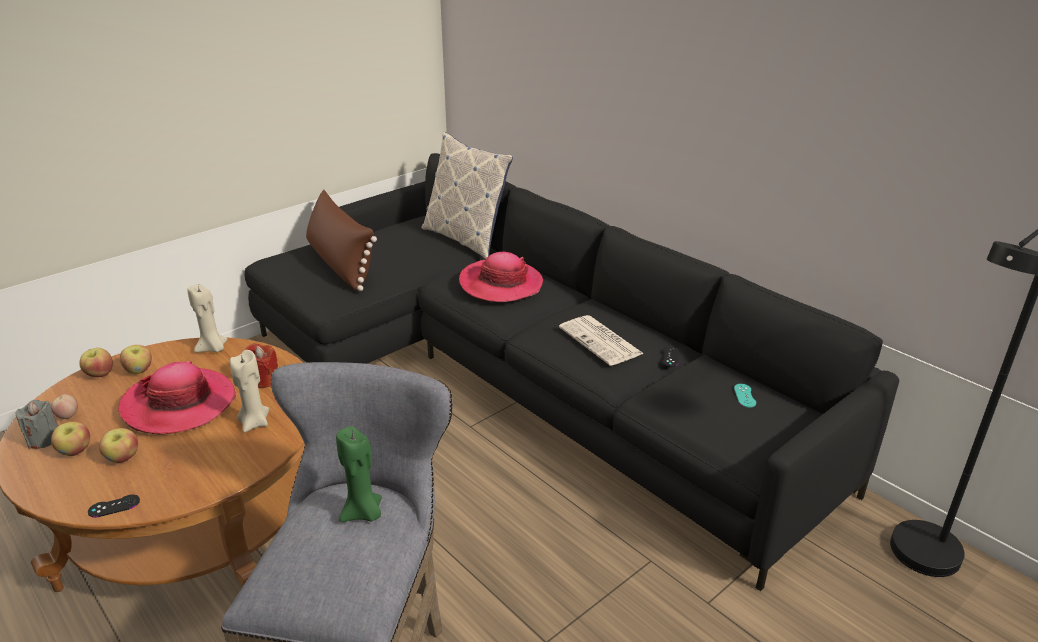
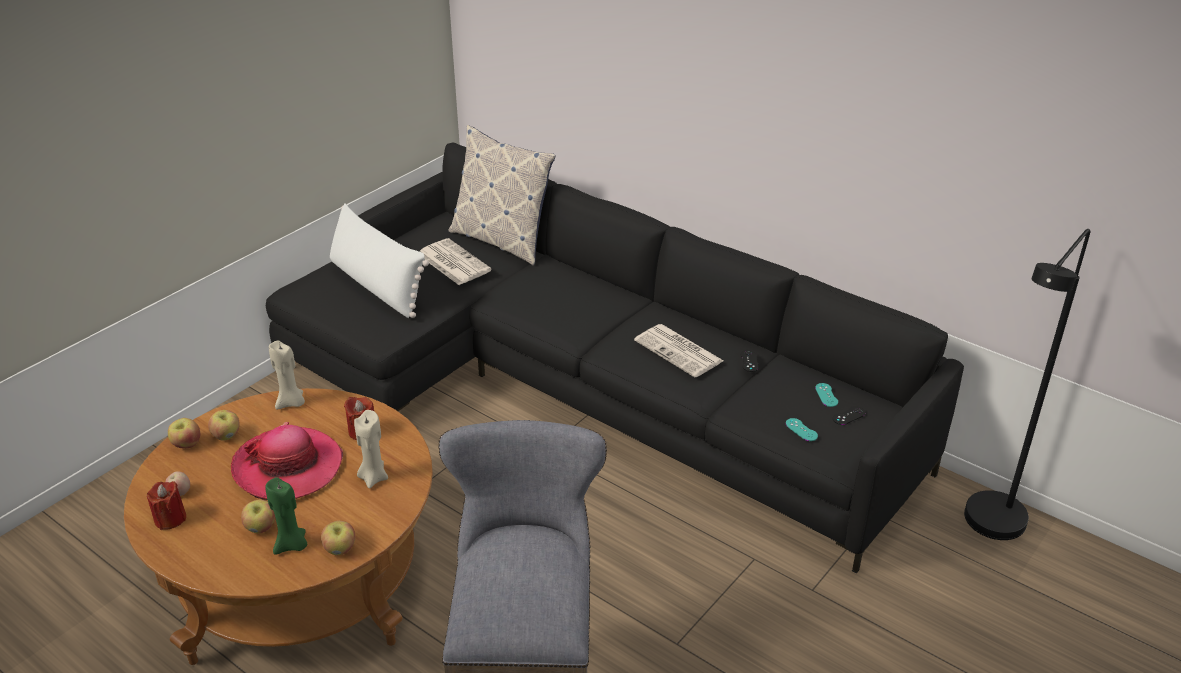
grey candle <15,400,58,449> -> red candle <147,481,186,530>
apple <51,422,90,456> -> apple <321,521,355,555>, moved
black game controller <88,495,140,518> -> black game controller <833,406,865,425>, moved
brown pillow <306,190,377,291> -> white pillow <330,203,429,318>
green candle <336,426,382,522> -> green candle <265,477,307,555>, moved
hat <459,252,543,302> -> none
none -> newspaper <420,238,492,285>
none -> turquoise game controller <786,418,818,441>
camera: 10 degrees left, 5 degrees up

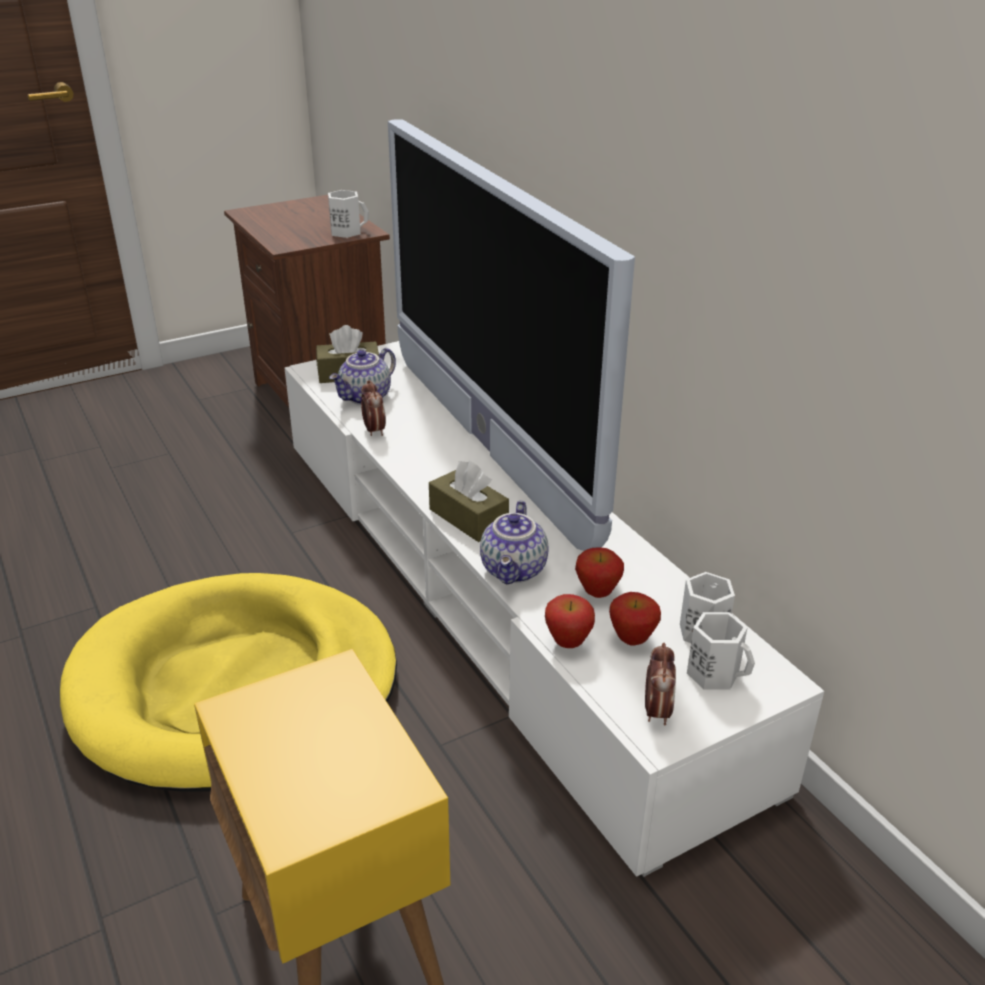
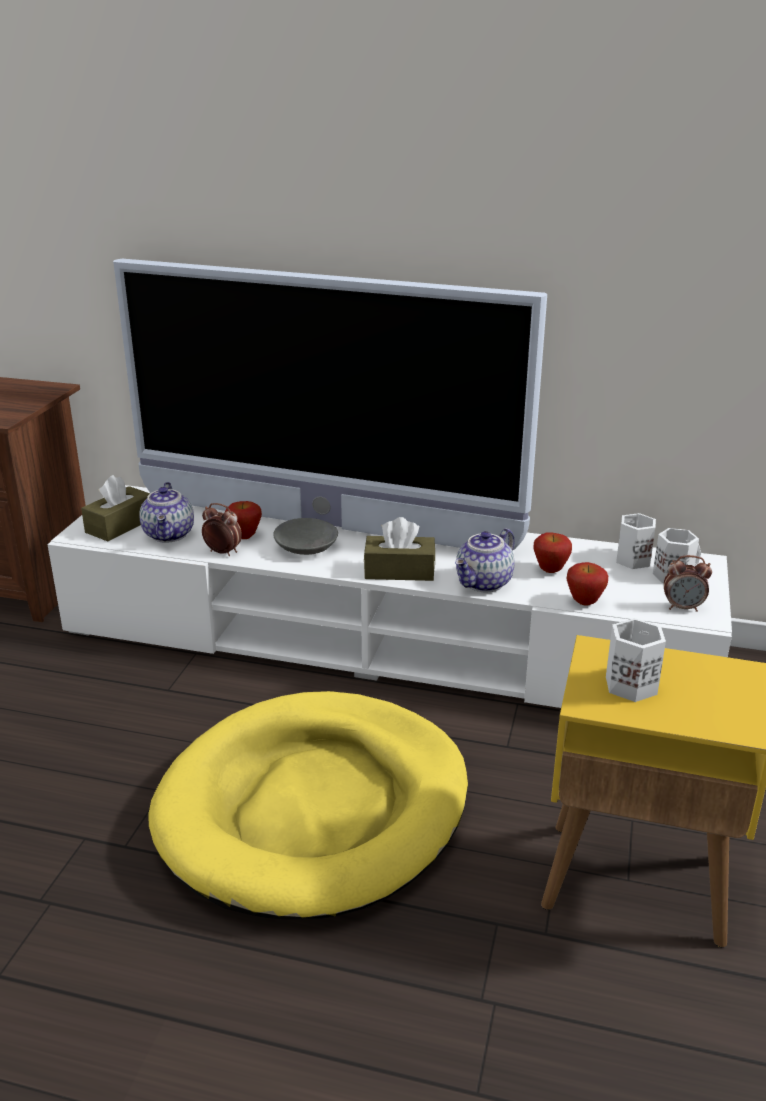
white mug <328,190,369,238> -> white mug <606,618,666,702>, moved
teapot <480,500,548,584> -> teapot <455,528,515,592>, 75 degrees clockwise
apple <609,592,661,646> -> apple <225,501,262,539>, moved
alarm clock <645,643,676,725> -> alarm clock <664,555,712,612>, 135 degrees clockwise
none -> grey bowl <273,518,338,555>
camera: 45 degrees left, 5 degrees down

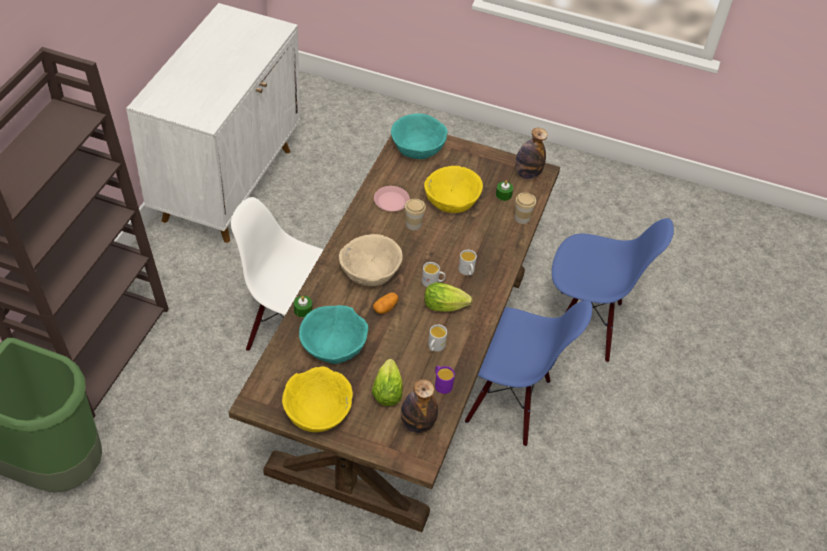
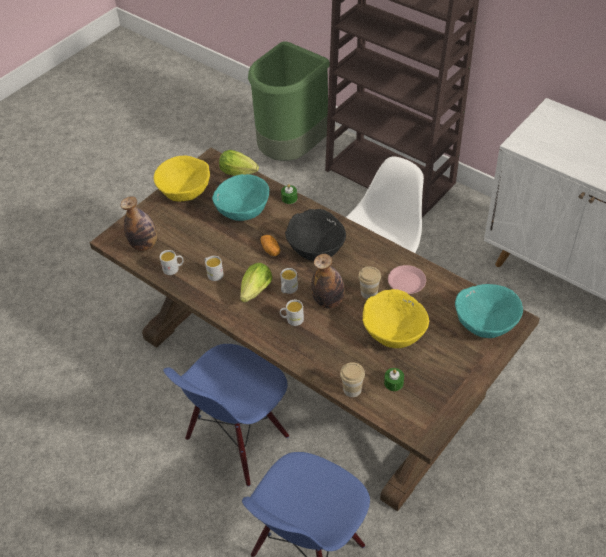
beige bowl <339,234,403,286> -> black bowl <285,209,346,261>
lettuce <372,359,403,406> -> lettuce <219,150,259,176>, moved
purple mug <435,366,455,394> -> white mug <160,250,183,275>
bottle <515,128,548,179> -> bottle <311,254,345,309>, moved
camera: 115 degrees right, 0 degrees up

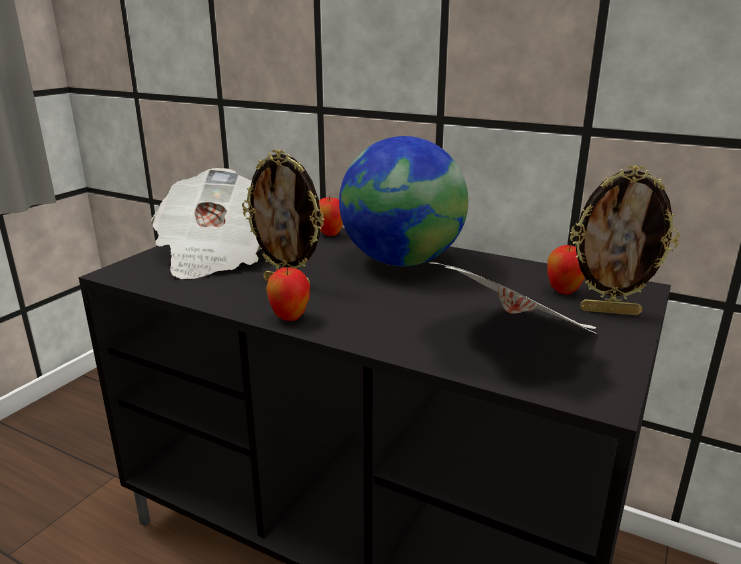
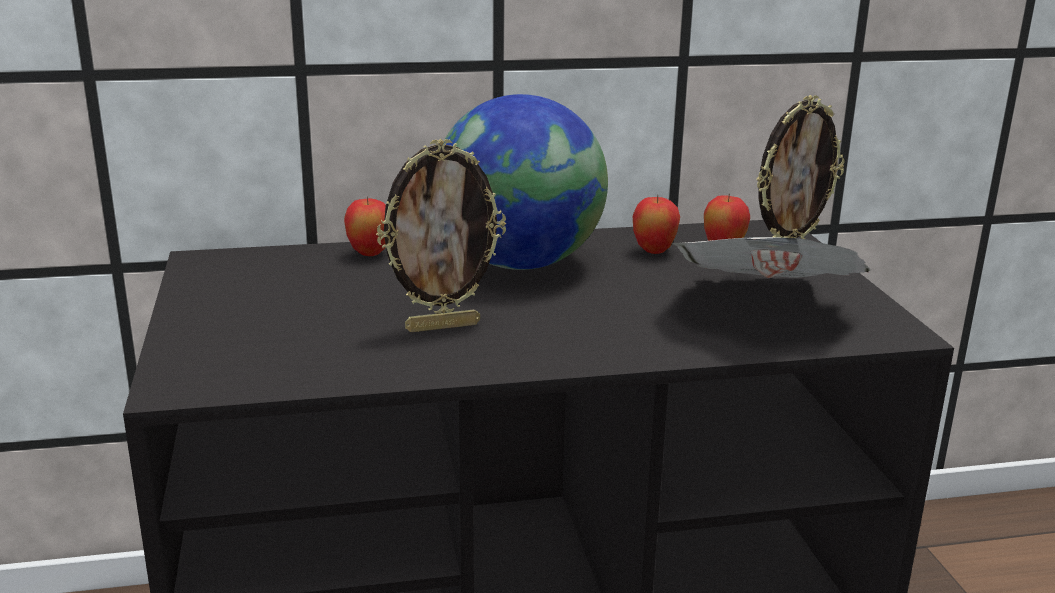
newspaper <151,168,262,279> -> none
apple <266,267,310,321> -> apple <633,195,680,254>, moved
camera: 40 degrees left, 0 degrees up

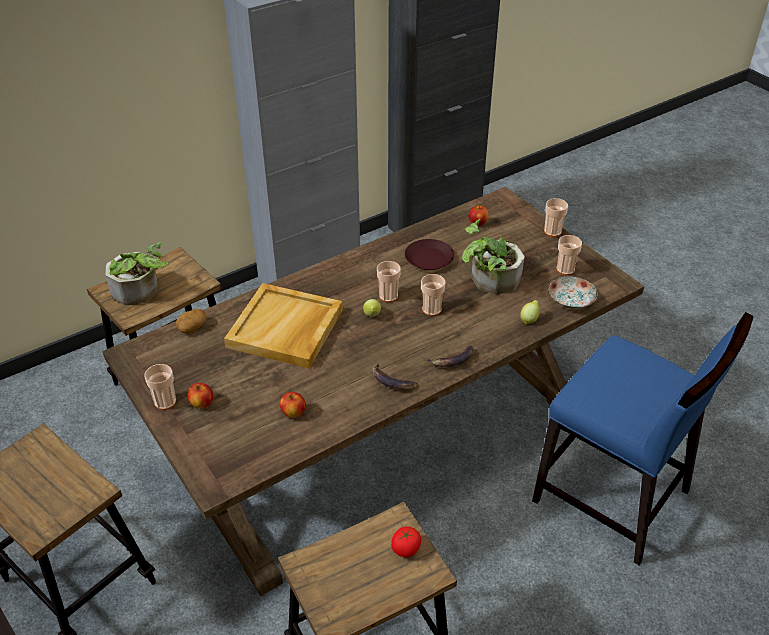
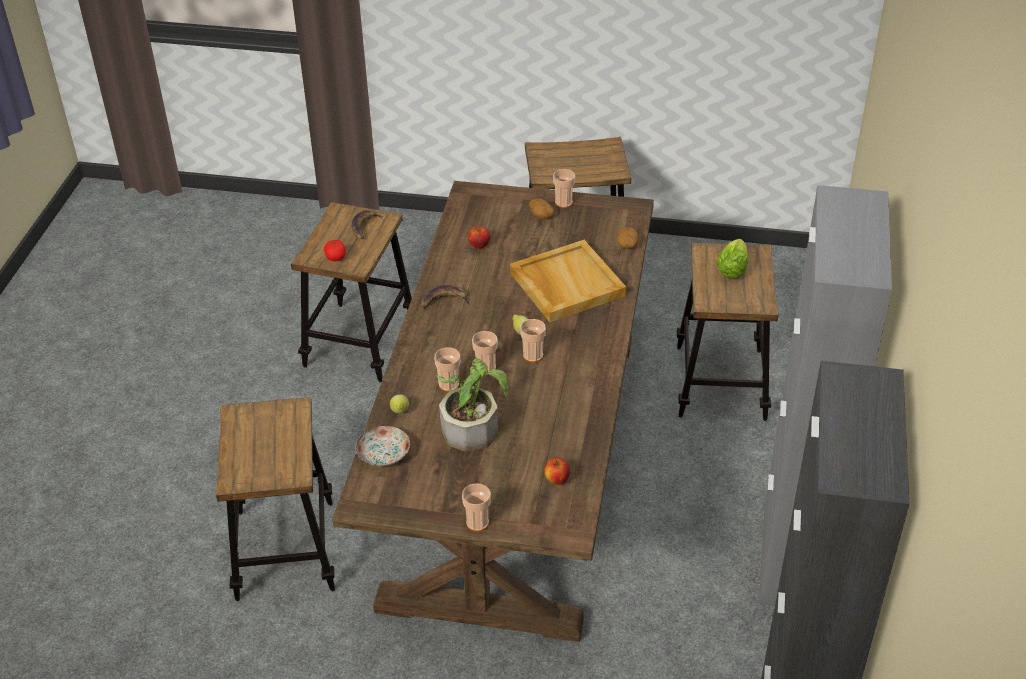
potted plant <105,242,169,305> -> lettuce <716,239,748,279>
apple <187,383,213,409> -> potato <529,198,555,220>
brown plate <405,239,454,270> -> none
banana <424,345,474,367> -> banana <352,210,384,239>, moved
blue chair <532,312,754,566> -> stool <216,397,335,601>
cup <556,235,582,275> -> cup <434,347,460,392>, moved
camera: 135 degrees right, 0 degrees up

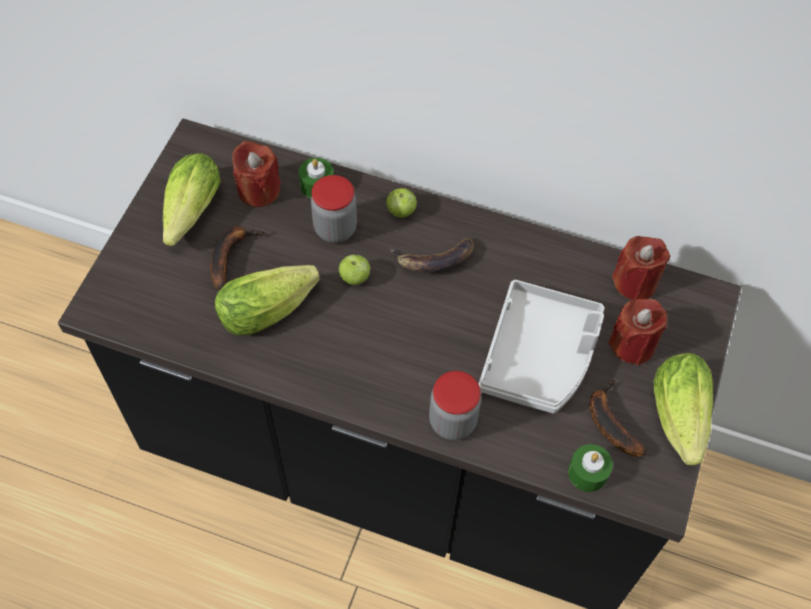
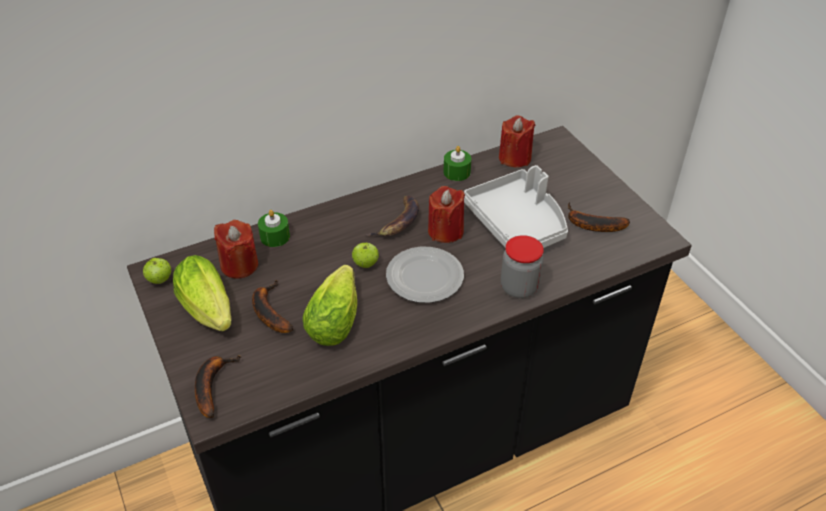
jar <311,175,357,243> -> none
apple <386,188,417,218> -> apple <143,258,171,284>, moved
green candle <568,444,613,492> -> green candle <443,146,471,181>, moved
red candle <608,299,667,365> -> red candle <428,186,465,243>, moved
lettuce <653,353,713,465> -> none
none -> banana <195,355,242,418>
none -> plate <386,247,464,303>
camera: 45 degrees left, 15 degrees down

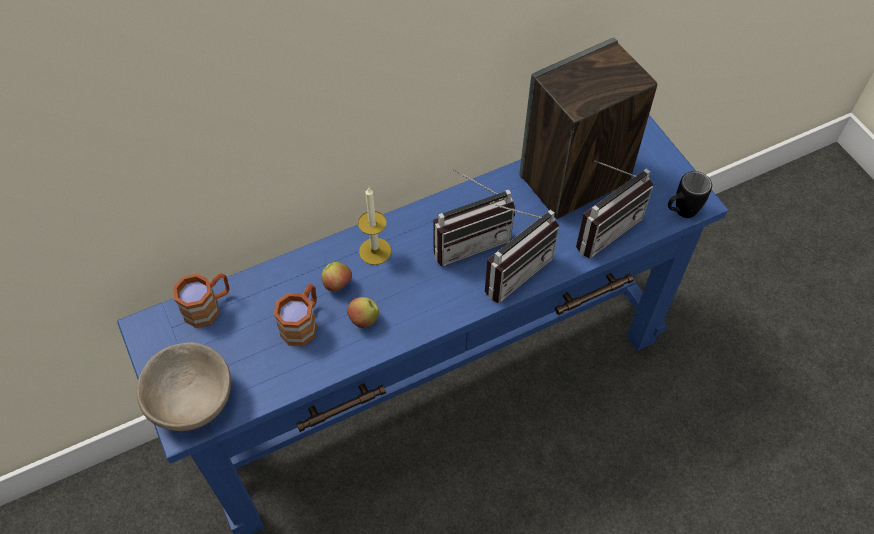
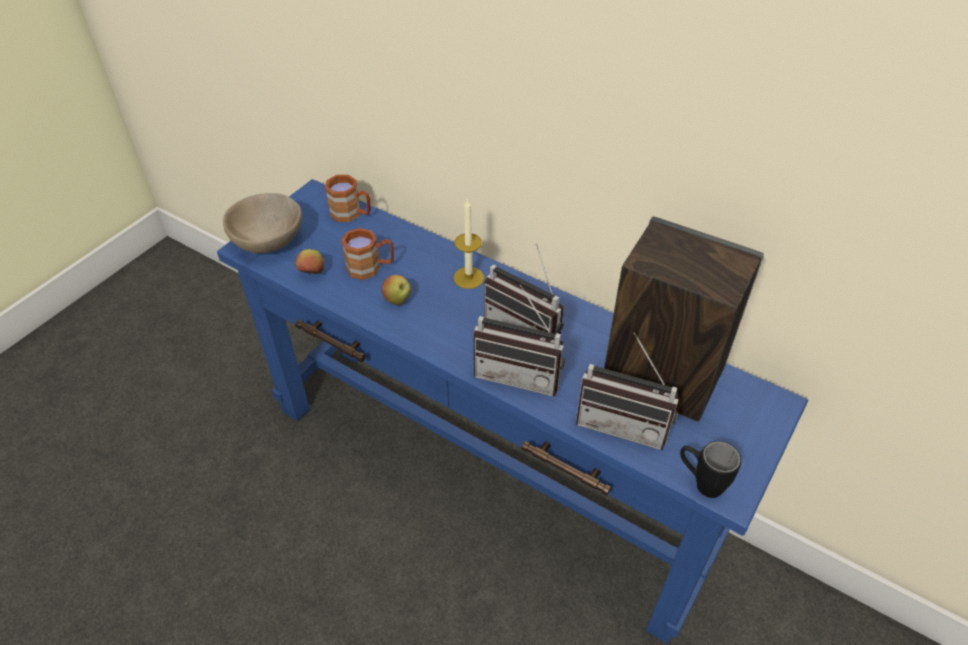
apple <322,262,352,292> -> apple <295,249,324,274>, moved
camera: 60 degrees right, 10 degrees down

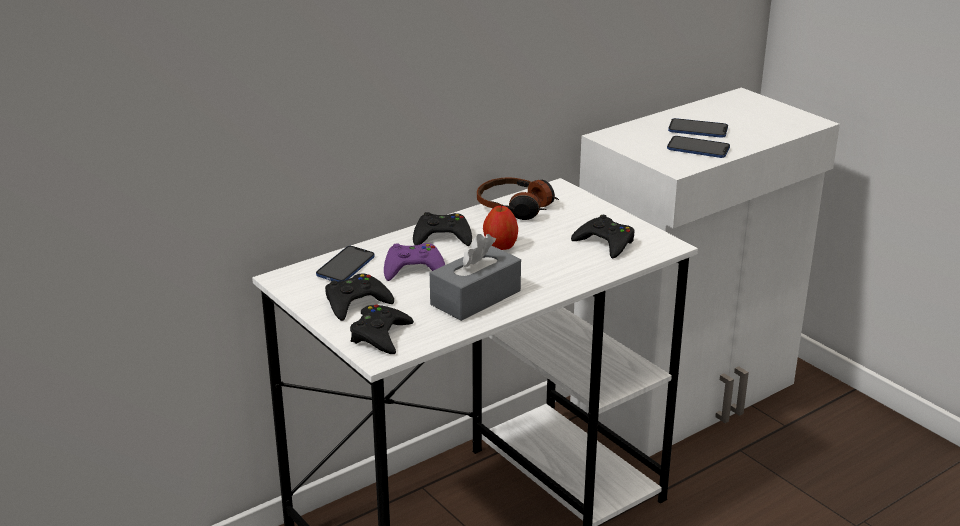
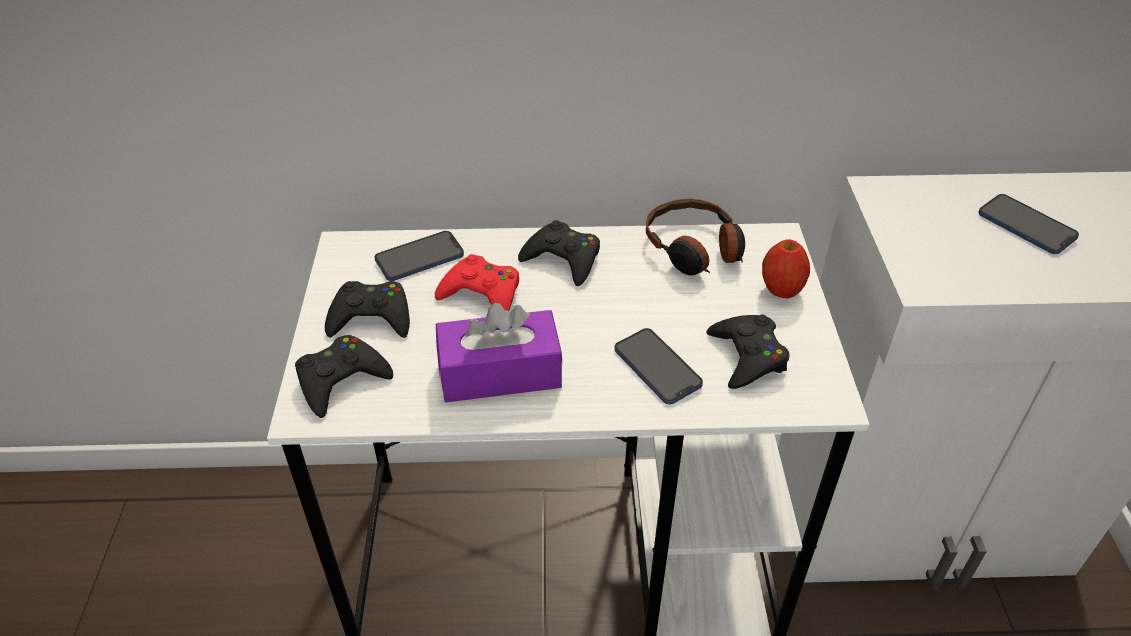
purple game controller <384,243,445,281> -> red game controller <435,254,519,311>
grey tissue box <430,234,521,321> -> purple tissue box <436,303,563,402>
apple <483,206,518,250> -> apple <762,239,810,298>, moved
phone <667,136,730,158> -> phone <615,328,703,404>, moved
camera: 35 degrees right, 15 degrees up

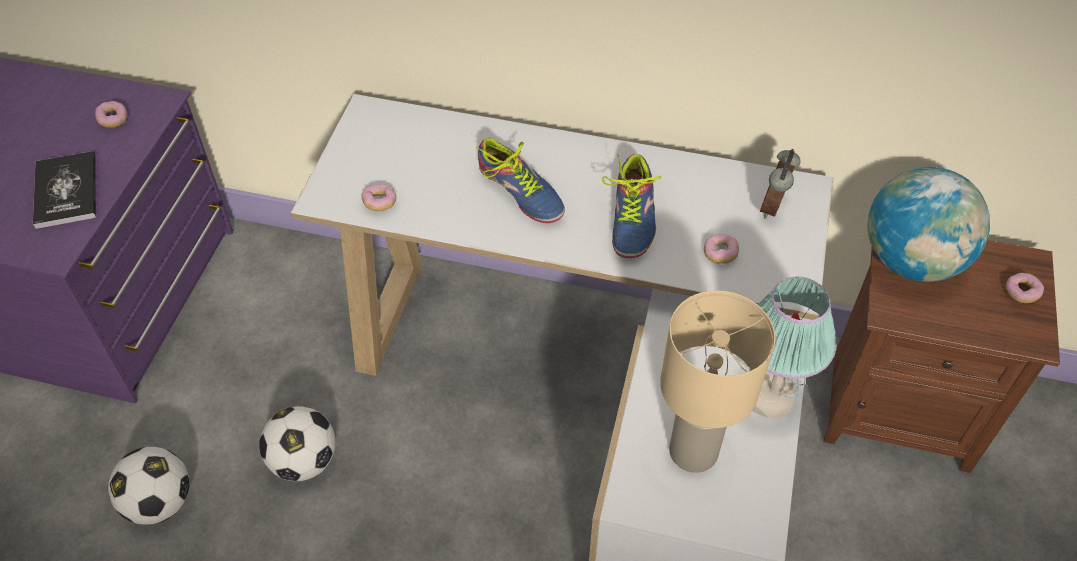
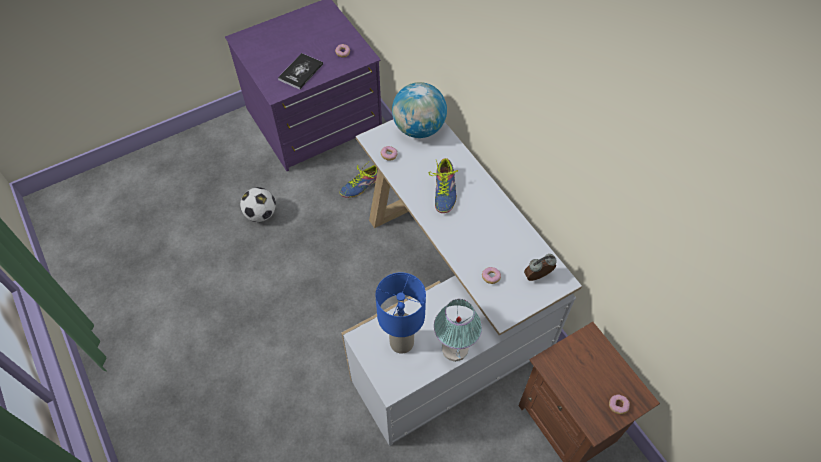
football <259,406,336,481> -> none
shoe <602,153,661,258> -> shoe <340,165,378,198>, moved
beige table lamp <660,290,775,473> -> blue table lamp <376,272,426,354>
globe <868,167,990,282> -> globe <392,82,447,138>, moved
camera: 45 degrees right, 5 degrees up

